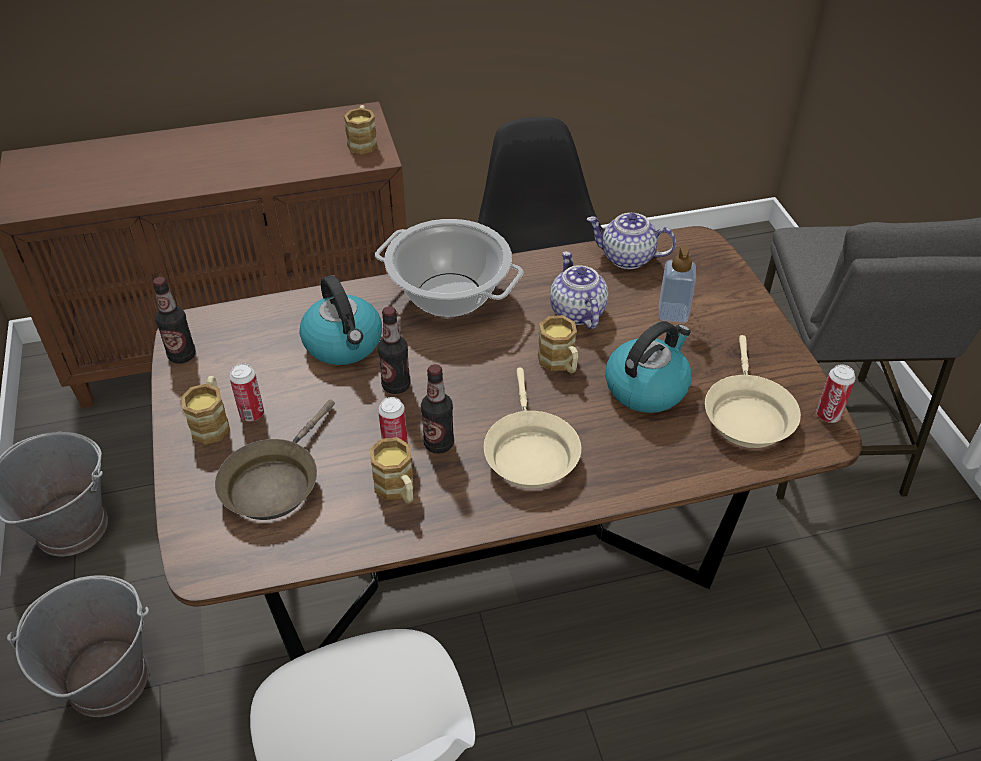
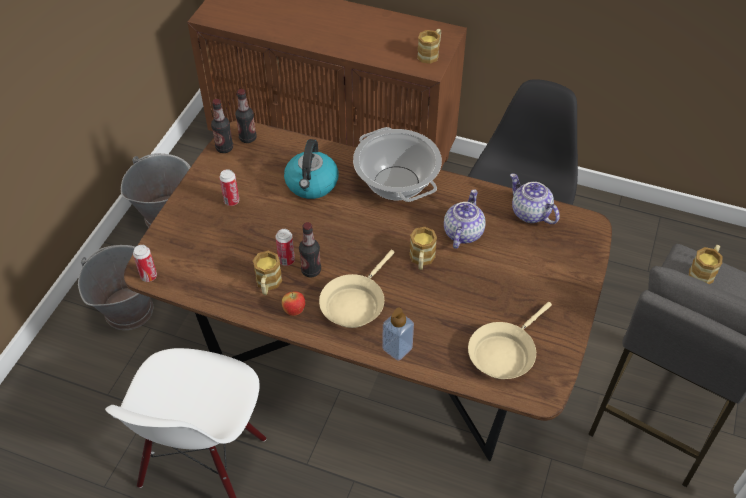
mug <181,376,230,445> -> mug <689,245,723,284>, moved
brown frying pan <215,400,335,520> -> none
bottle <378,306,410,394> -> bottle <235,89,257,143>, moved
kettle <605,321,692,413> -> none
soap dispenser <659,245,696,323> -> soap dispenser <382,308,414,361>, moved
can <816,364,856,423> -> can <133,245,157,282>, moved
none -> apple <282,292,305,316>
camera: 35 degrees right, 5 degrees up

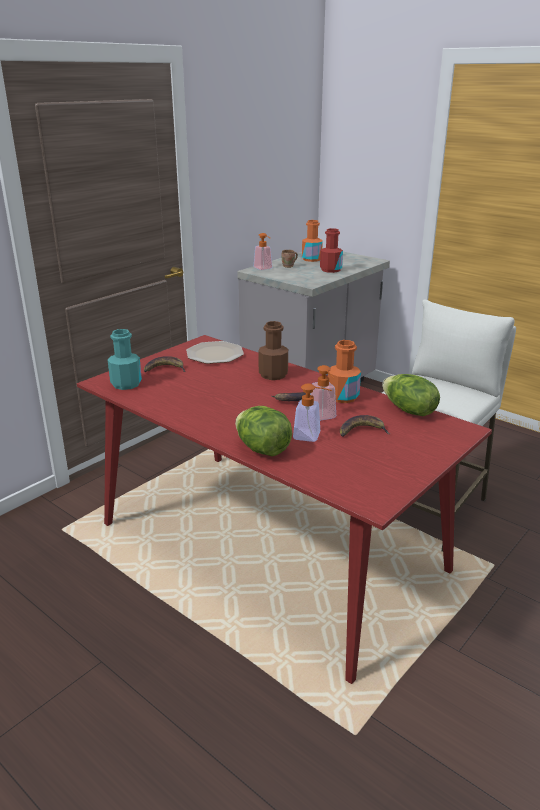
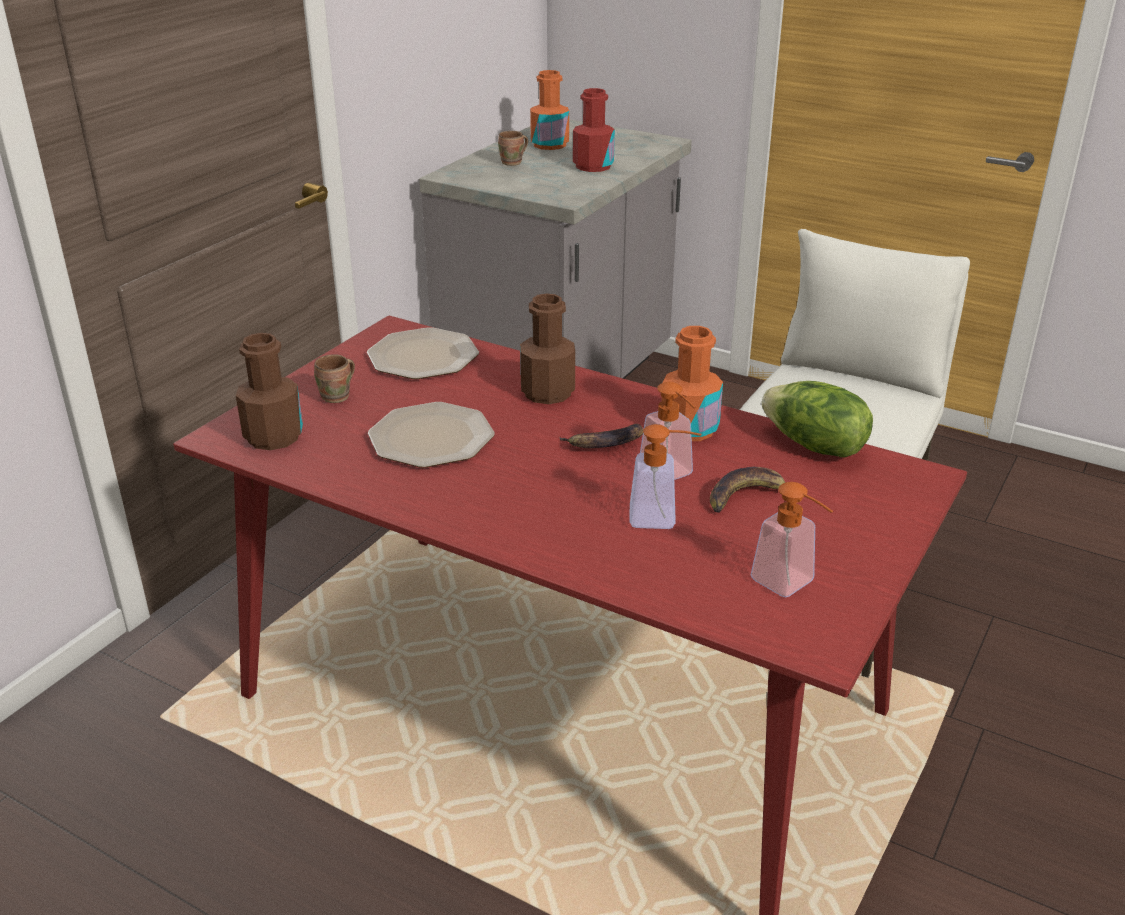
turquoise bottle <108,329,142,390> -> brown bottle <236,333,303,450>
banana <144,356,186,372> -> brown mug <314,354,355,403>
lettuce <235,406,292,456> -> none
soap dispenser <254,233,272,270> -> soap dispenser <750,482,833,597>, moved
none -> plate <368,402,495,468>
camera: 10 degrees left, 5 degrees up

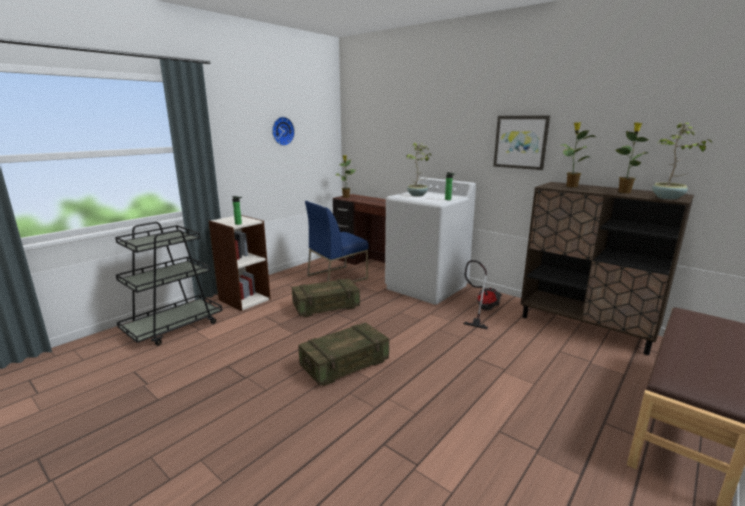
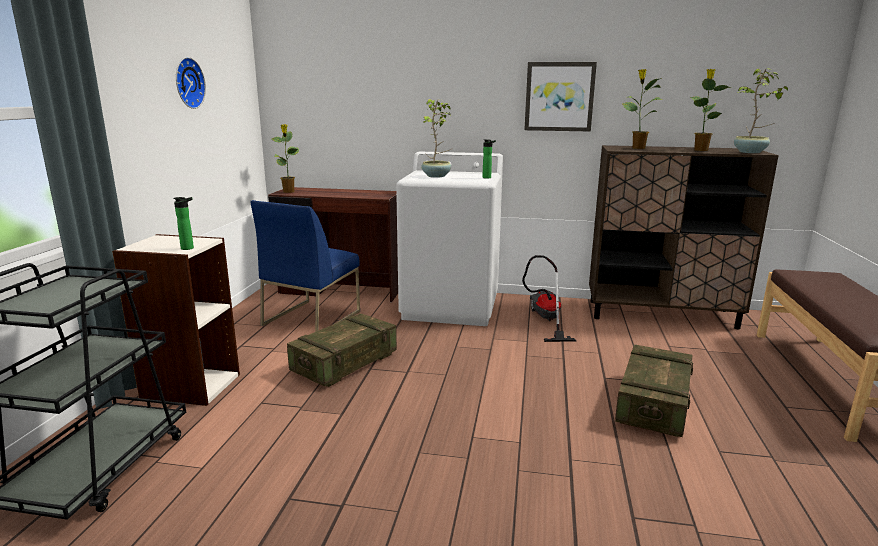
crate <298,322,389,386> -> crate <615,344,693,437>, moved
camera: 30 degrees left, 0 degrees up

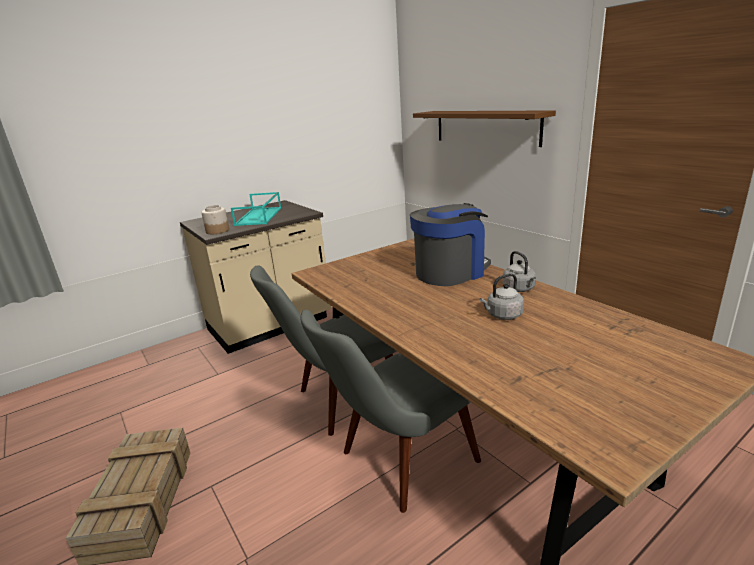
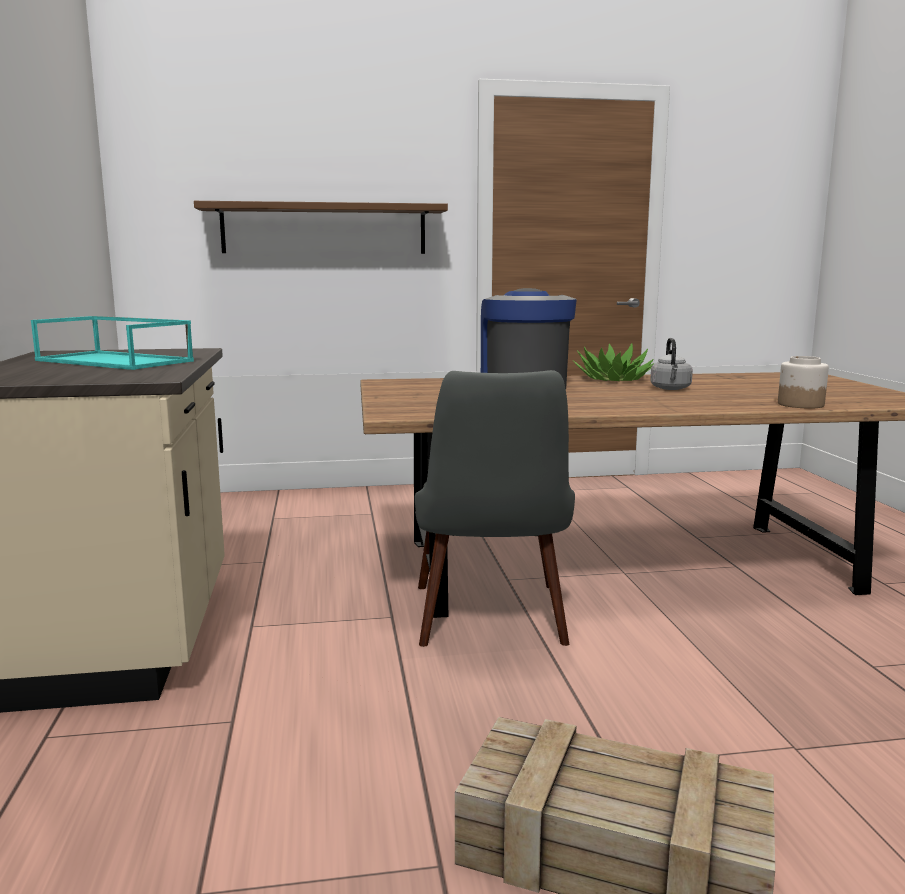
jar <201,205,229,234> -> jar <778,356,829,408>, moved
grey chair <300,309,481,513> -> none
grey kettle <503,251,536,292> -> potted plant <573,343,654,381>
camera: 65 degrees left, 10 degrees down

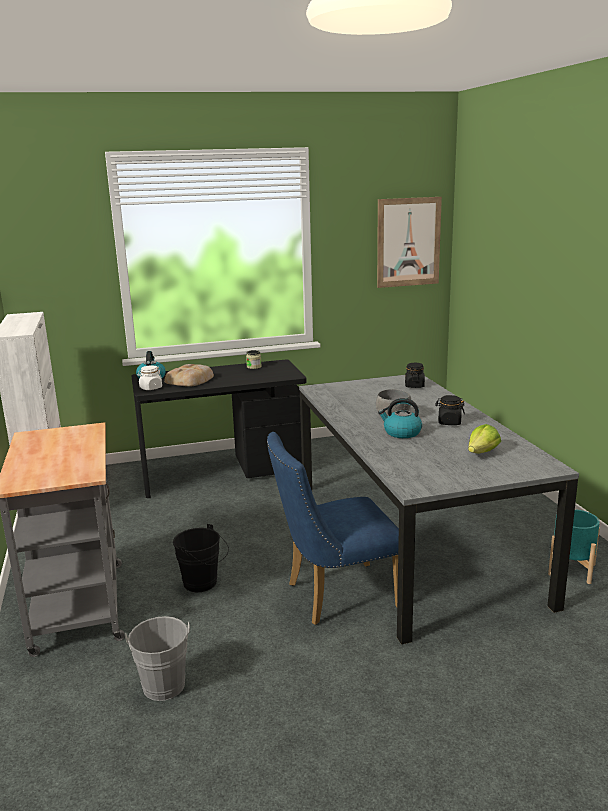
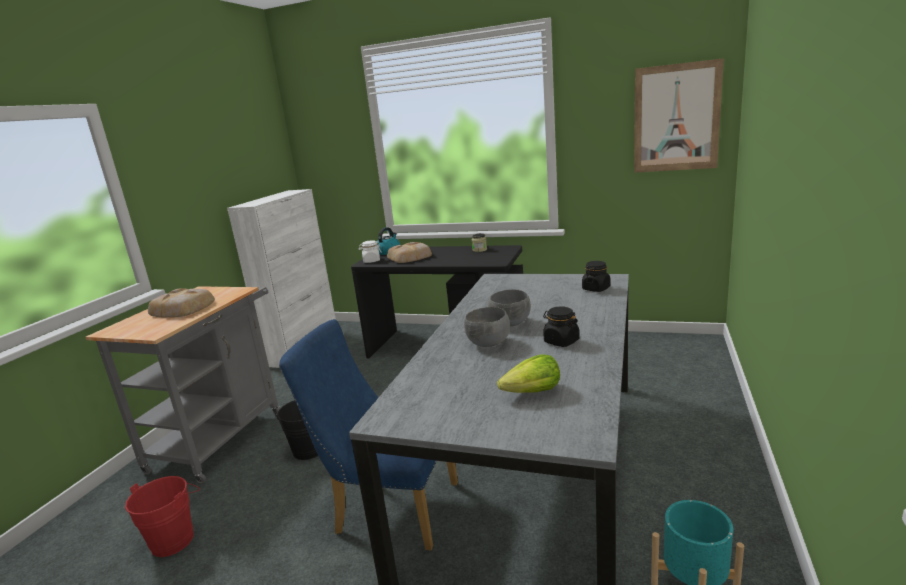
grey bucket <125,616,190,701> -> red bucket <125,476,200,557>
kettle <378,398,422,438> -> grey bowl <464,307,510,347>
none -> bread <148,288,215,317>
camera: 35 degrees right, 0 degrees up

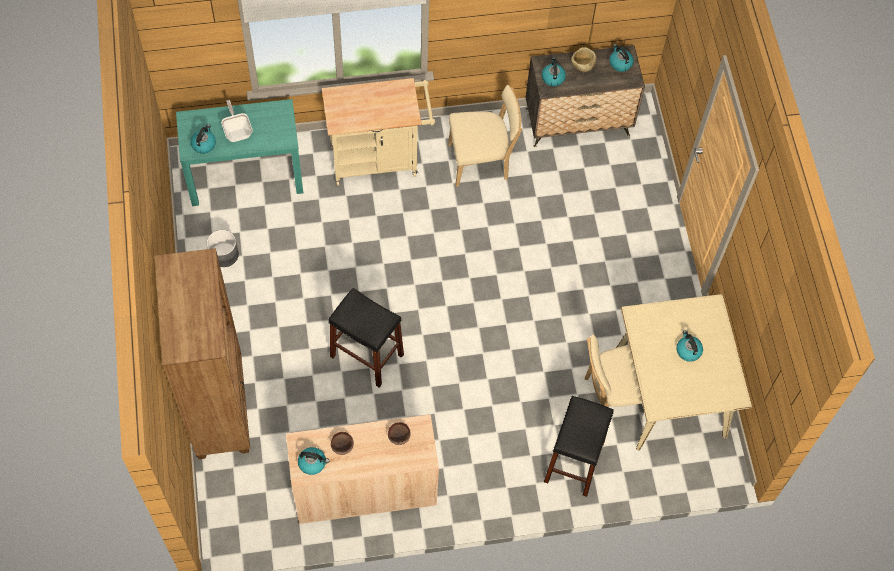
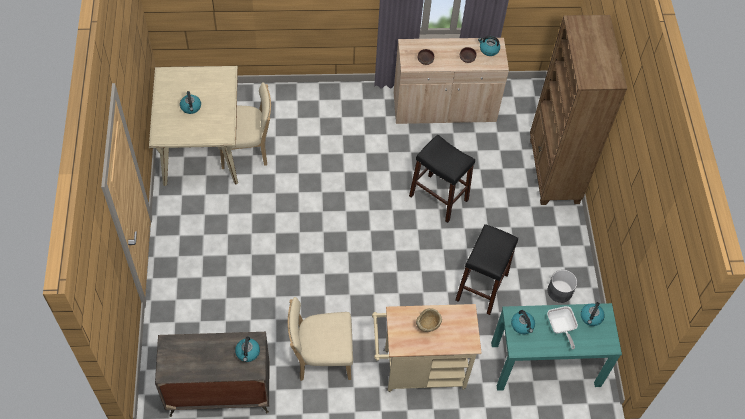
black stool <544,396,614,497> -> black stool <455,224,518,315>, moved
beige bowl <571,47,597,72> -> beige bowl <416,308,442,332>, moved
kettle <609,44,634,72> -> kettle <511,310,535,334>, moved
camera: 175 degrees left, 5 degrees down

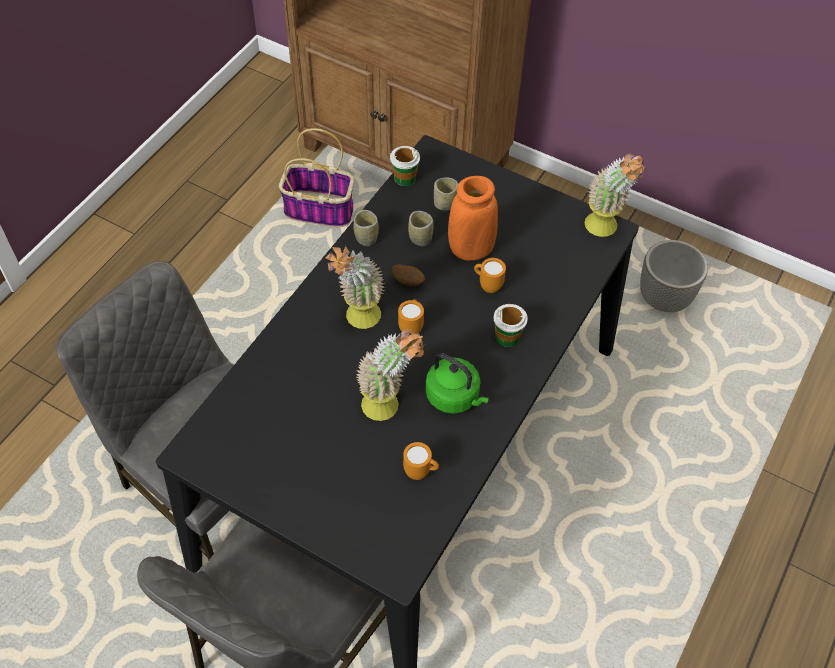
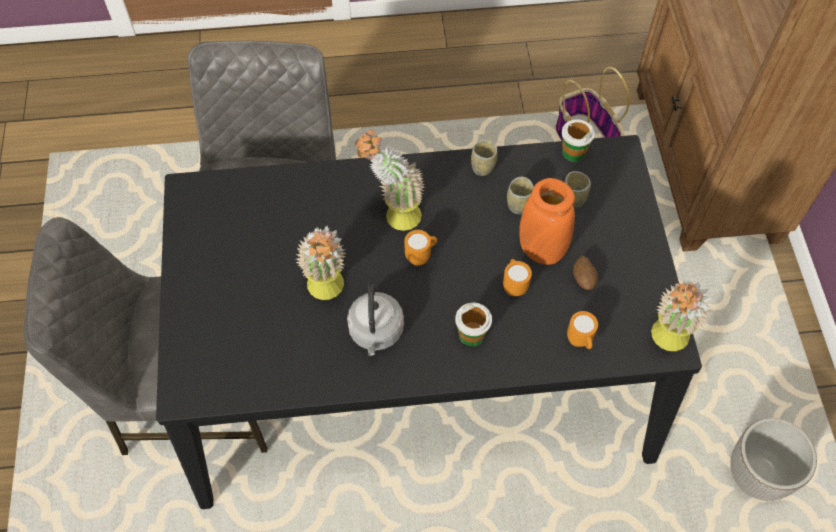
potato <392,264,425,286> -> potato <573,256,598,290>, moved
orange mug <403,442,439,480> -> orange mug <567,311,598,349>, moved
green kettle <425,353,489,414> -> grey kettle <347,283,404,356>
camera: 55 degrees right, 5 degrees up

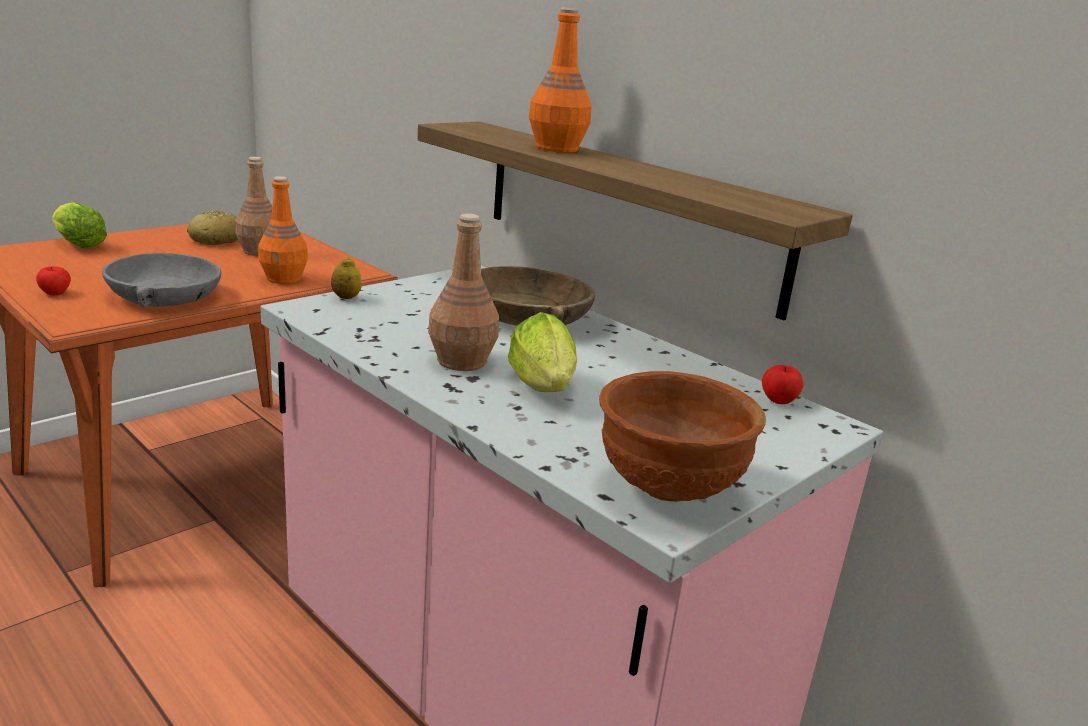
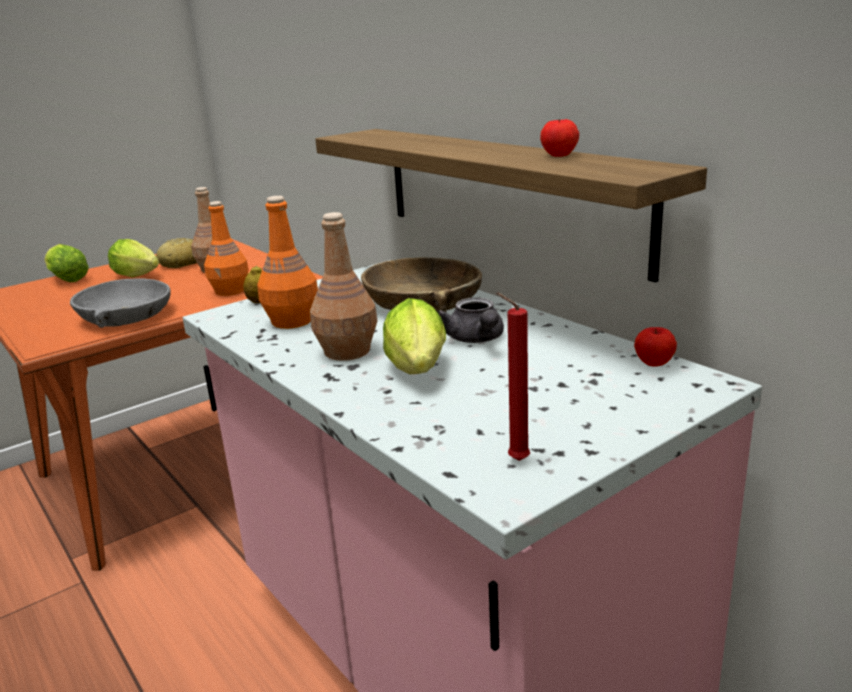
apple <36,266,71,295> -> apple <540,119,579,157>, moved
orange bottle <529,7,592,153> -> orange bottle <257,196,318,329>, moved
brown bowl <599,371,766,502> -> red candle <496,293,530,461>
none -> lettuce <108,239,159,277>
none -> grey teapot <437,298,504,343>
camera: 10 degrees right, 0 degrees up

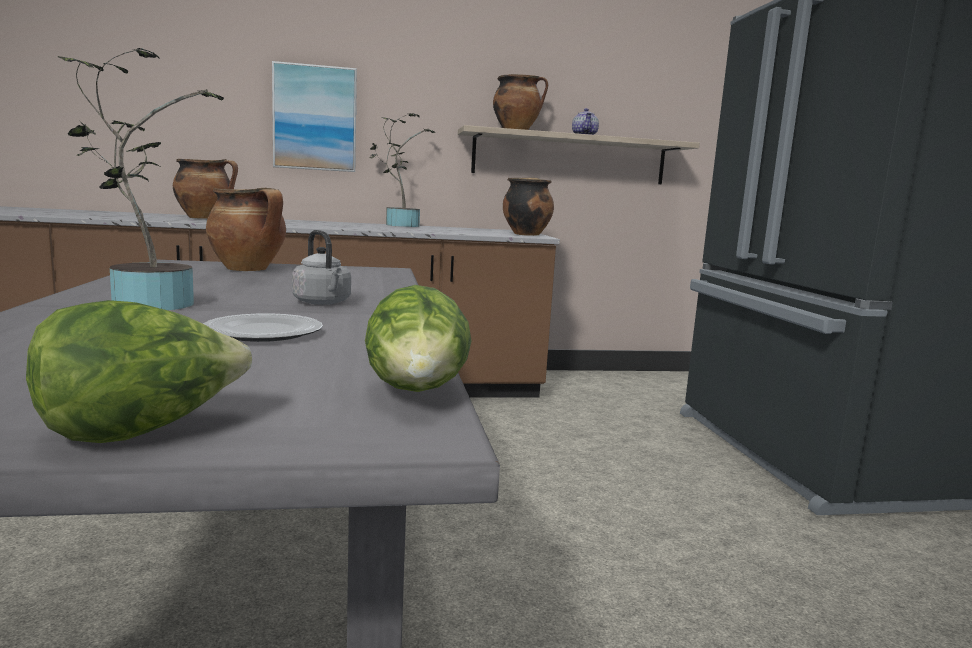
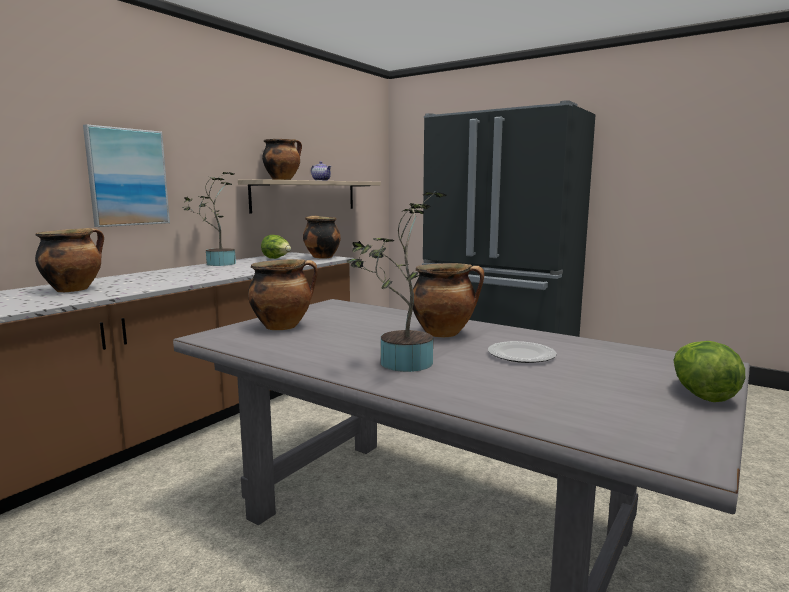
grey kettle <292,230,351,305> -> cooking pot <413,263,484,337>
lettuce <365,285,472,392> -> lettuce <261,235,291,259>, moved
camera: 45 degrees left, 0 degrees up

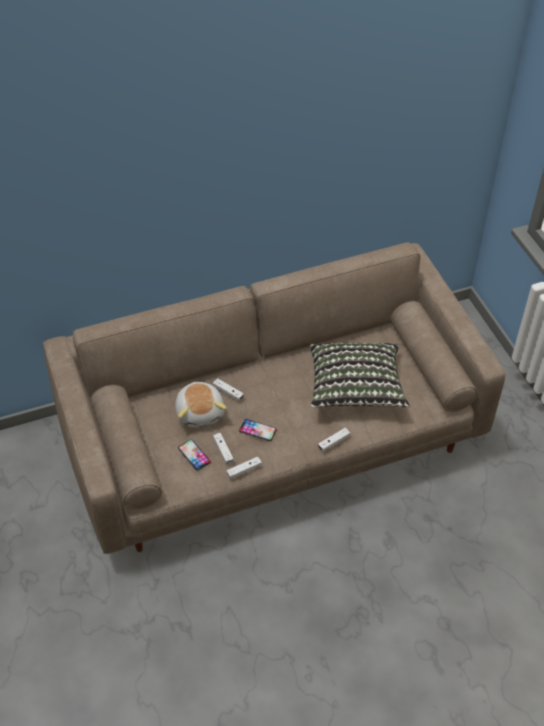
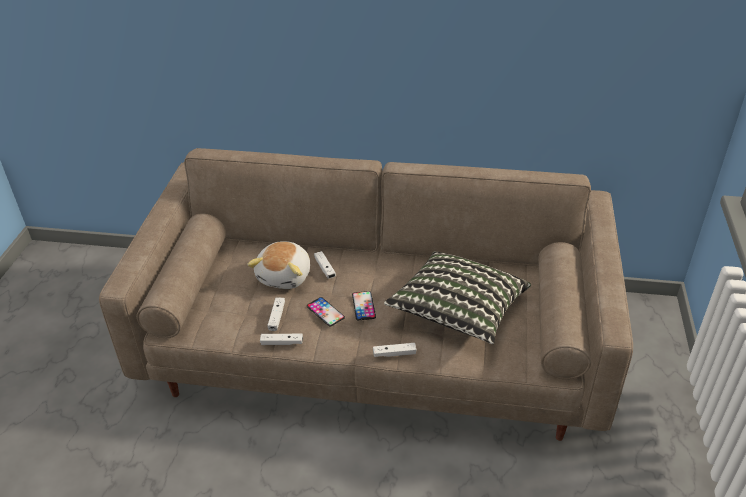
phone <178,439,211,470> -> phone <352,291,376,320>, moved
camera: 30 degrees right, 10 degrees down

